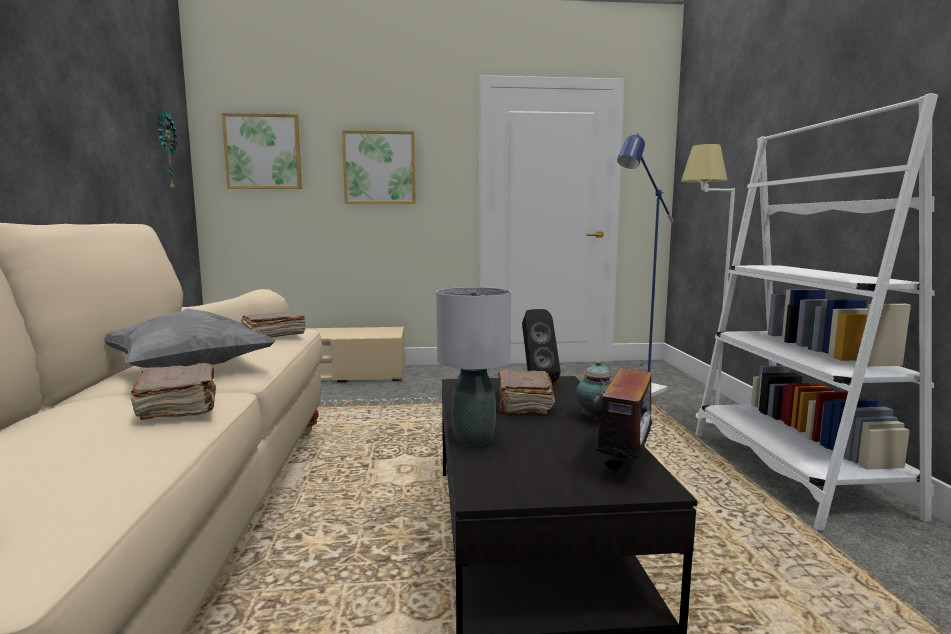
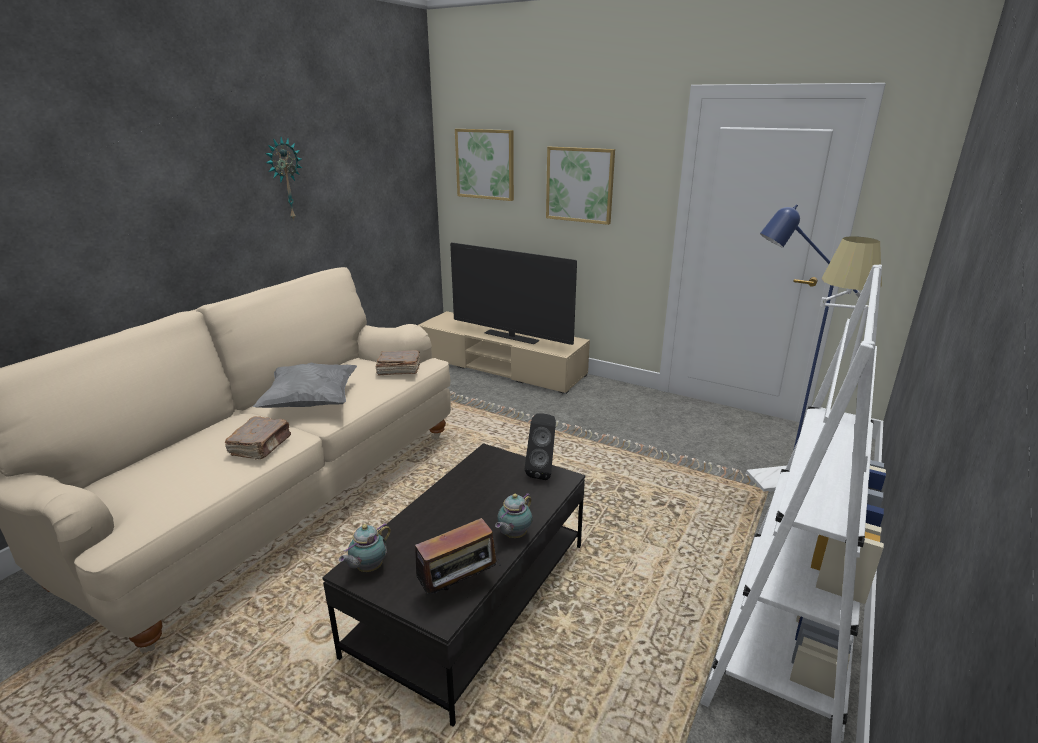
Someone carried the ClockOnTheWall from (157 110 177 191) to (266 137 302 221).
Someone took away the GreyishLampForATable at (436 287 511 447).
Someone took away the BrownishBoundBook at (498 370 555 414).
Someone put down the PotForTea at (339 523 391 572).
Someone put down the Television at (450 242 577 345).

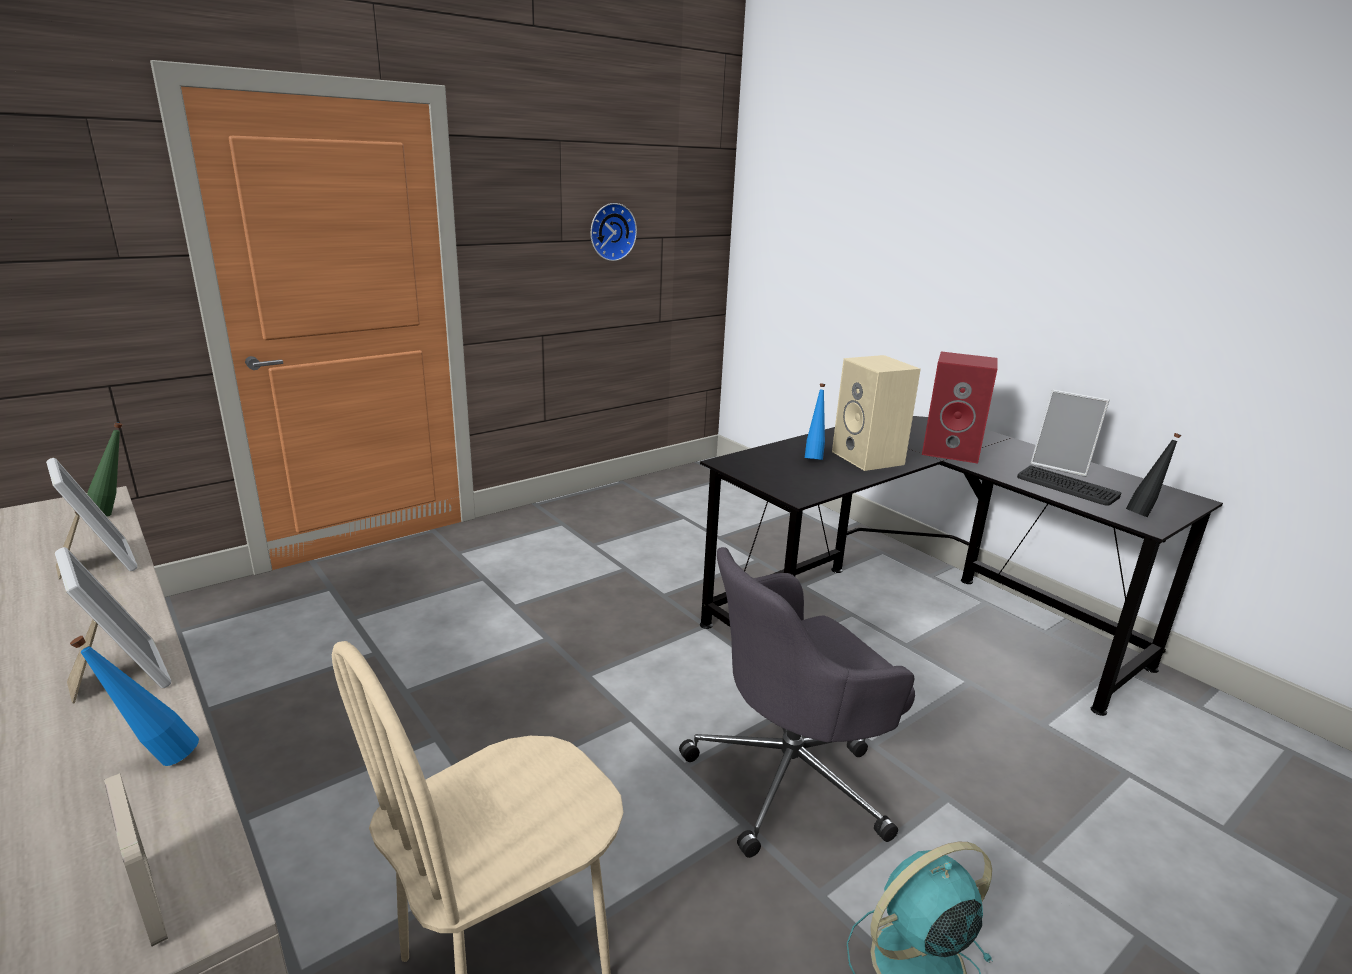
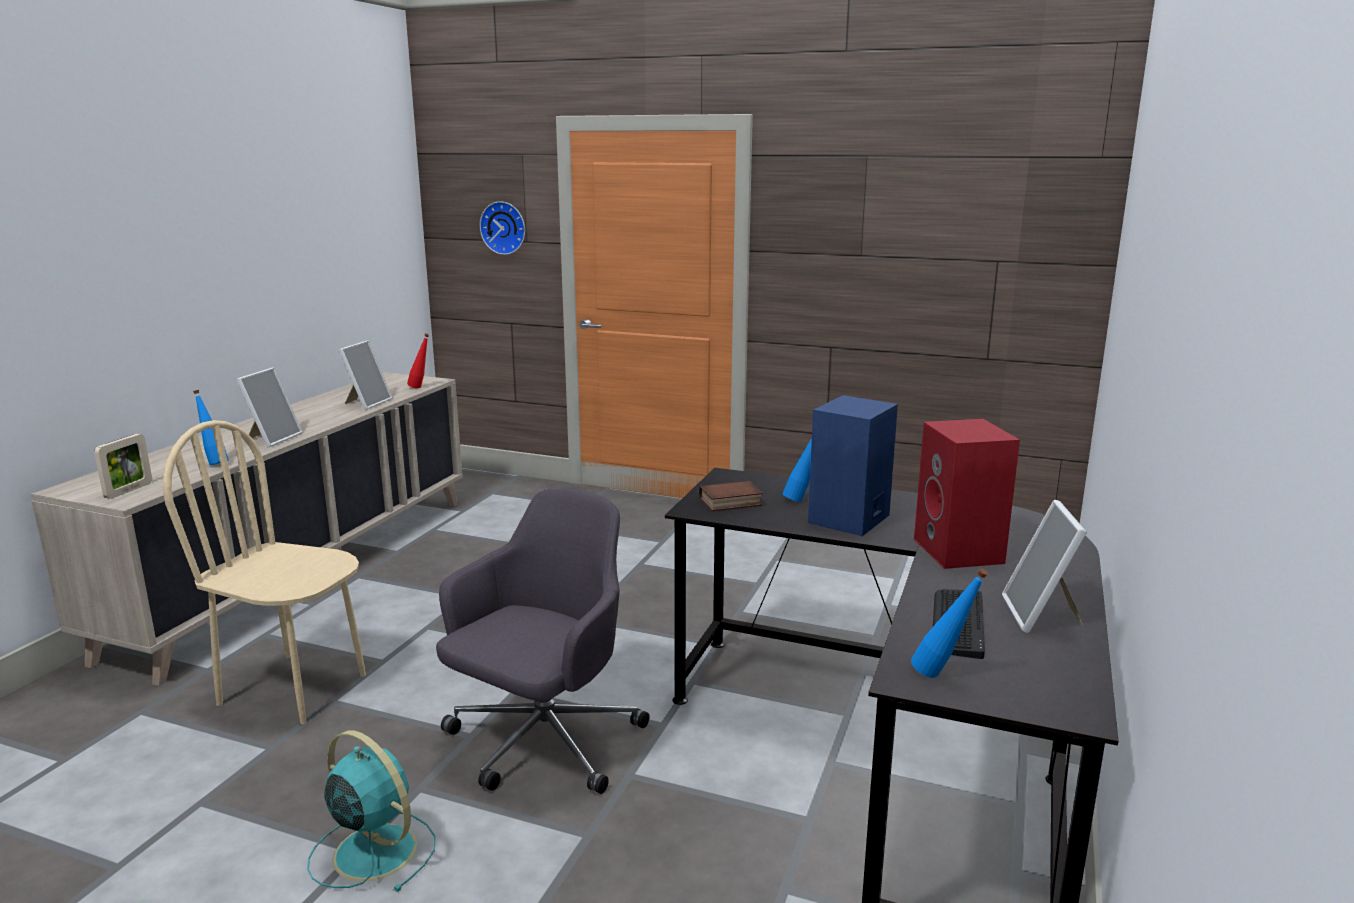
Someone repainted the GreenishBeverageBottle at (87 422 123 516), which became the ReddishBeverageBottle at (407 333 429 388).
Someone carried the ClockOnTheWall from (590 203 637 261) to (480 201 525 255).
Someone rotated the GreyishComputerChair at (679 547 915 858) by 90 degrees clockwise.
Someone repainted the SandColouredAudioSpeaker at (832 355 921 471), which became the BlueColouredAudioSpeaker at (808 395 898 536).
Someone repainted the BlackColouredBeverageBottle at (1126 433 1181 517), which became the BlueColouredBeverageBottle at (911 568 988 678).
Someone put down the BoundBook at (699 480 763 511).

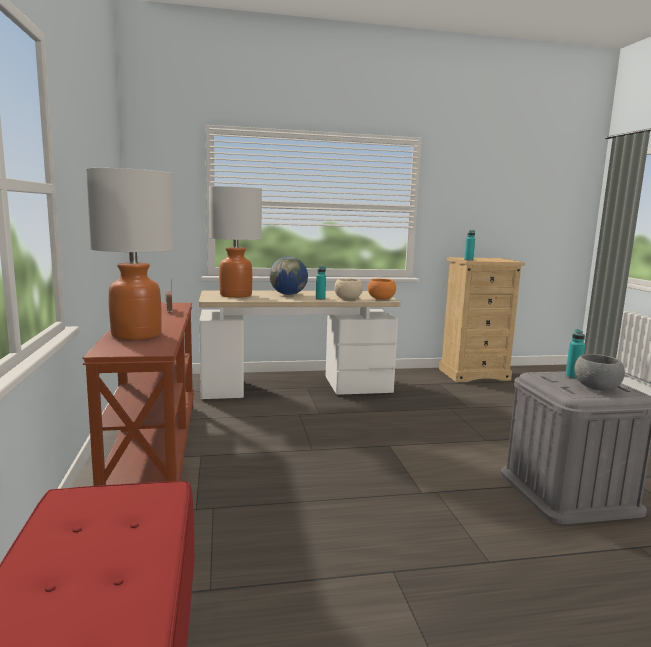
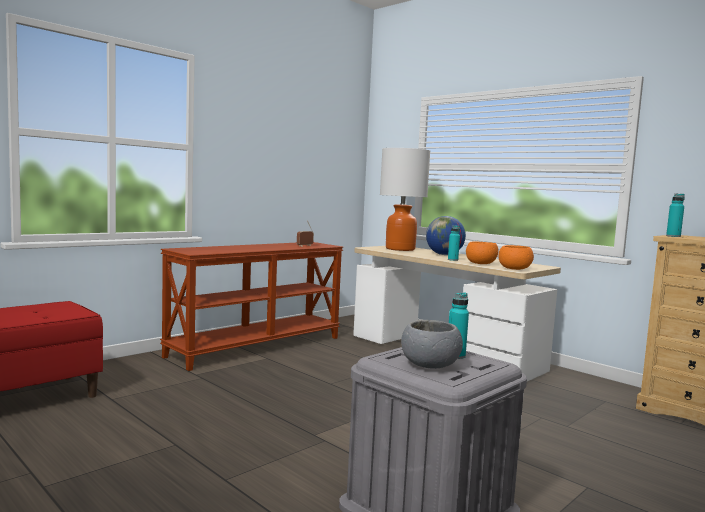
Someone took away the LampForATable at (86 168 174 340).
Someone repainted the SandColouredDeepDish at (334 278 363 299), which became the OrangeyDeepDish at (466 242 498 264).

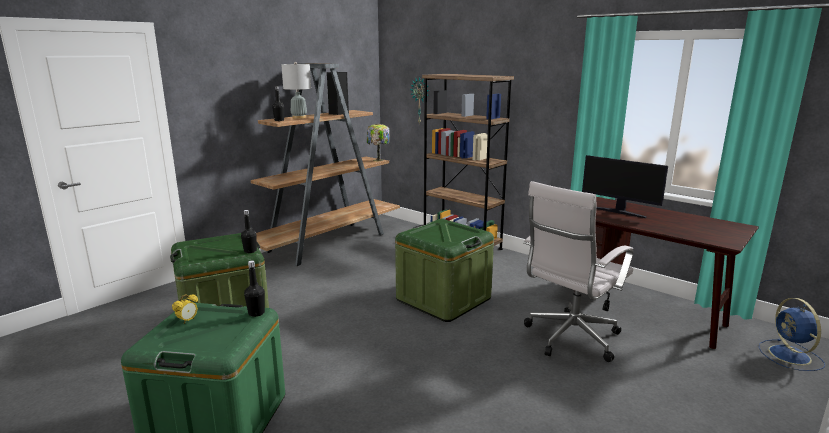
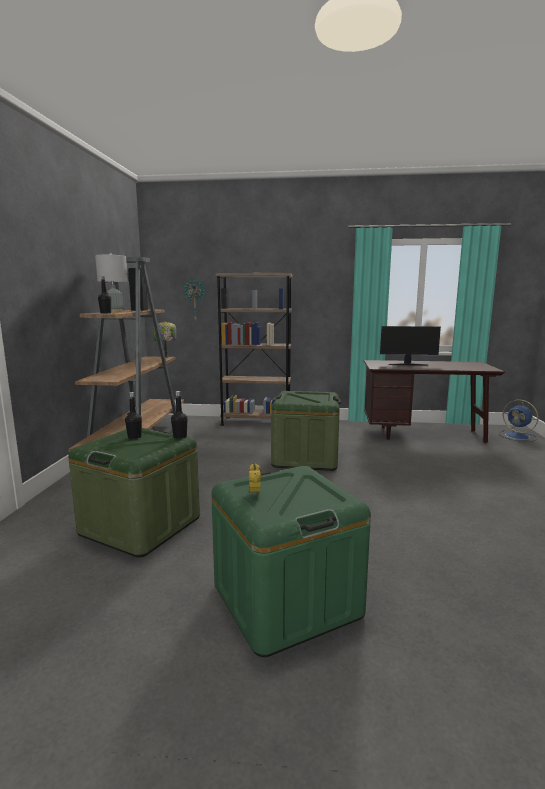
Someone carried the BlackColouredBeverageBottle from (244 260 265 317) to (125 392 142 439).
Someone took away the WhiteComputerChair at (523 181 633 362).

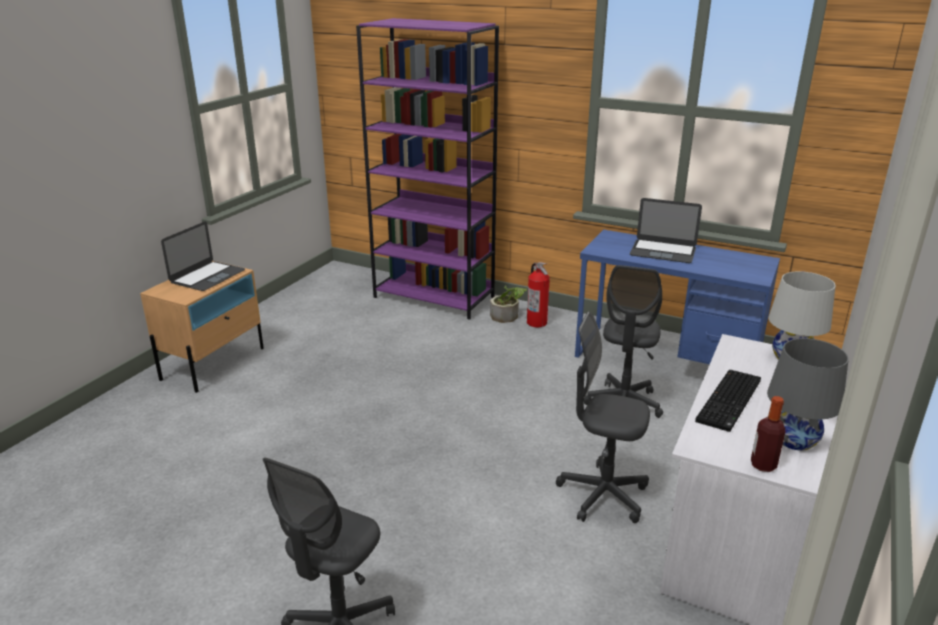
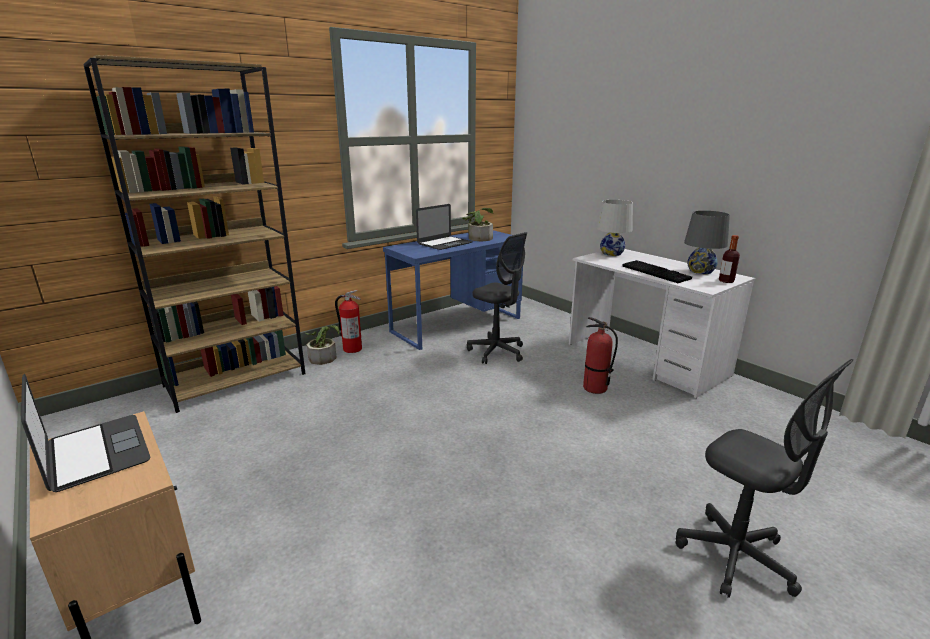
Someone repainted the PurpleBookcase at (356 18 499 320), which became the BrownishBookcase at (83 55 306 413).
Someone swapped the GreyishComputerChair at (556 311 650 523) for the Extinguisher at (583 317 618 394).
Someone put down the PottedPlant at (462 208 494 241).

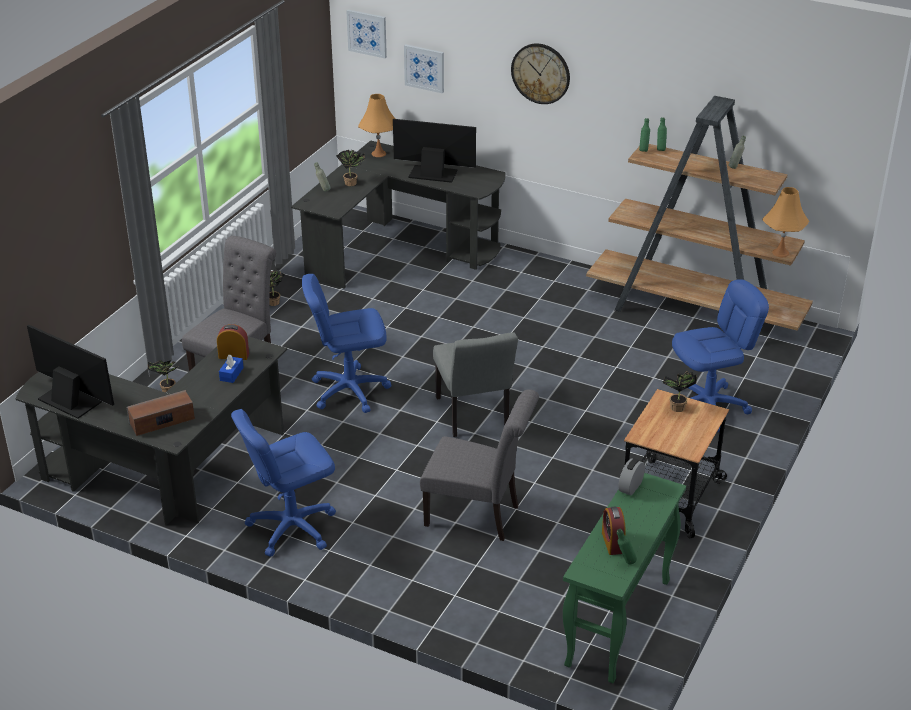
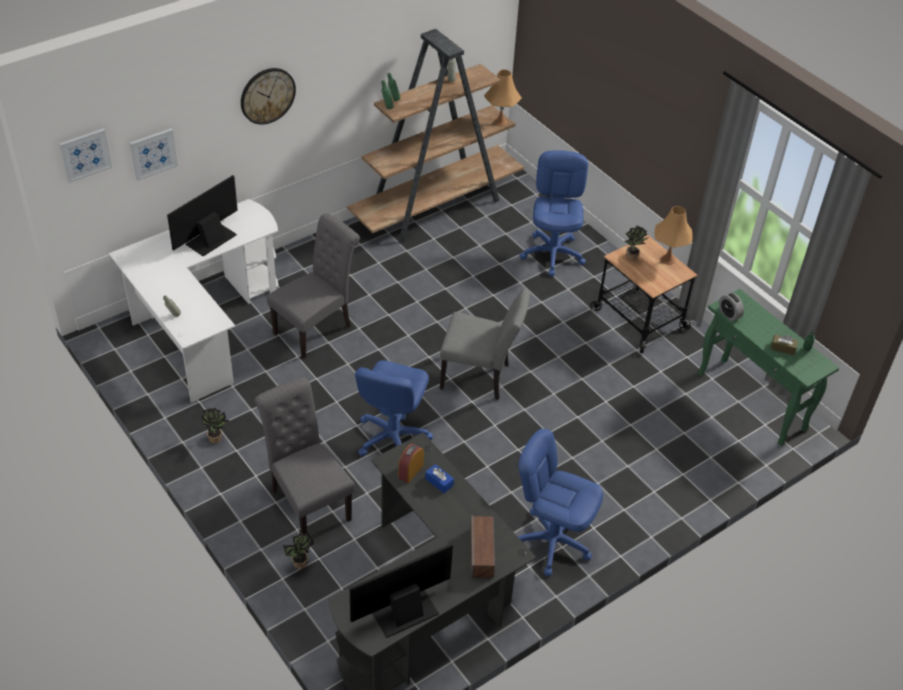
Someone rotated the BlueColouredComputerChair at (231 409 336 557) by 120 degrees clockwise.
Someone repainted the BlackColouredDeskTable at (291 140 506 289), which became the WhiteDeskTable at (109 199 279 403).
Someone took away the PottedPlant at (336 150 365 186).
Someone carried the OrangeyLampForATable from (358 94 396 157) to (655 206 693 265).
Someone carried the GreyishUprightChair from (420 389 539 541) to (267 213 360 359).
Someone swapped the BedsideClock at (602 506 626 555) for the BrownishTissueBox at (771 334 798 355).

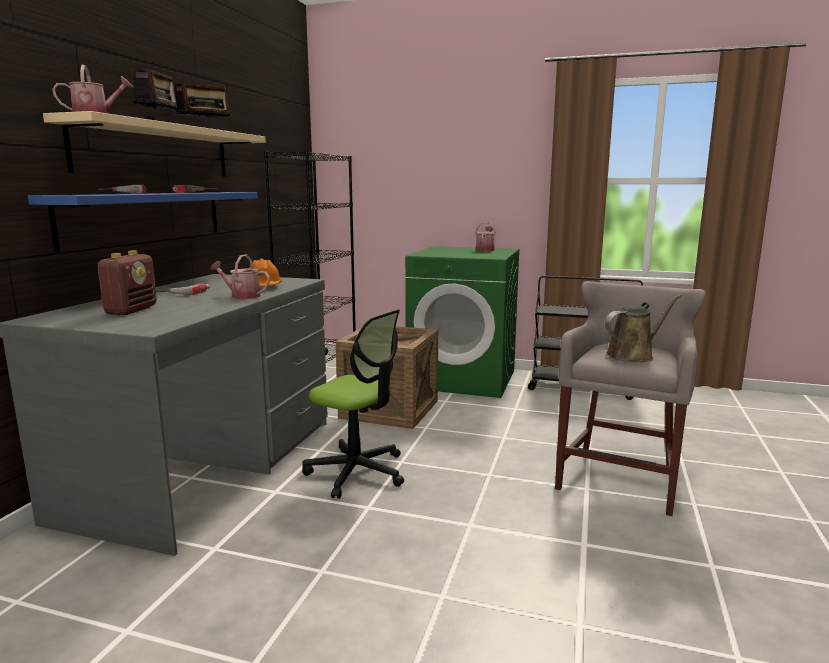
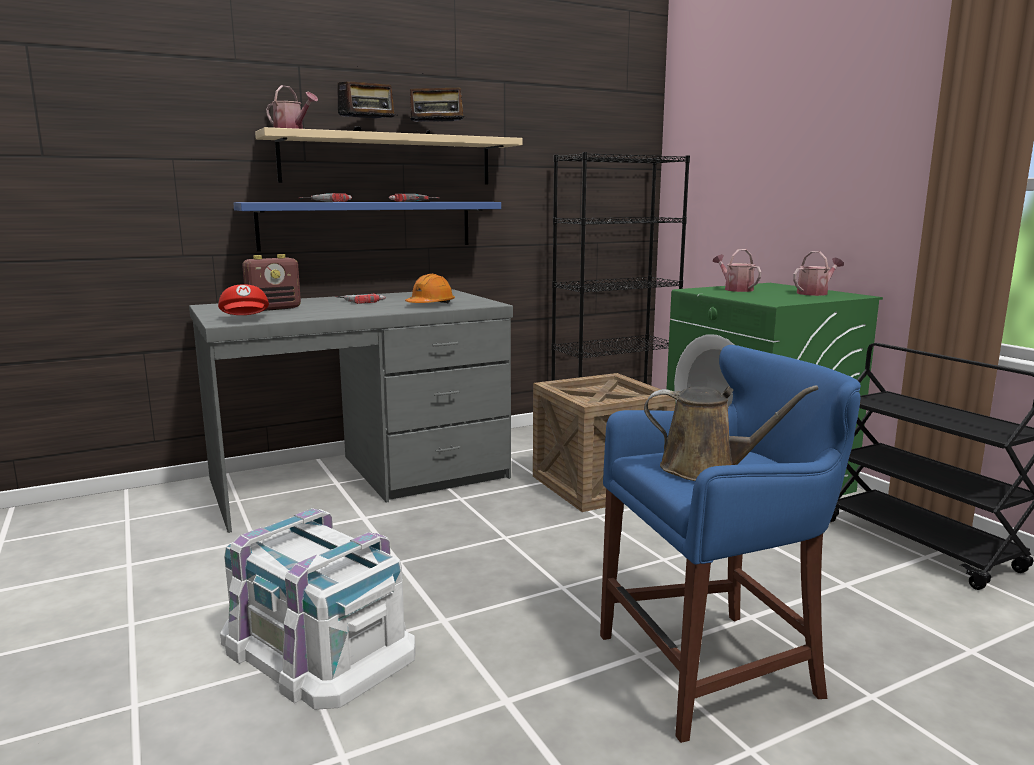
Someone carried the WateringCan from (210 254 270 299) to (713 249 762 292).
Someone took away the ComputerChair at (302 309 404 499).
Someone repainted the GreyishSittingStool at (555 281 706 516), which became the BlueColouredSittingStool at (600 345 861 743).
Someone put down the ReddishCap at (218 284 269 315).
Someone put down the WhiteStorageBin at (220 508 415 709).

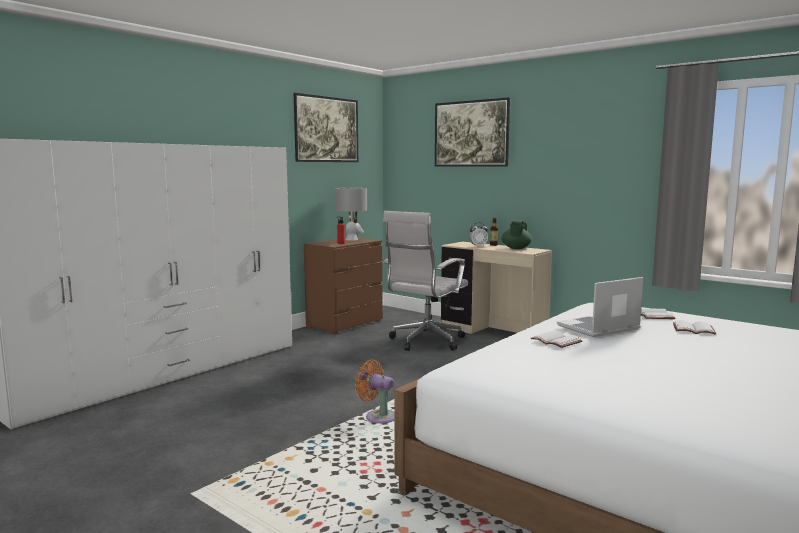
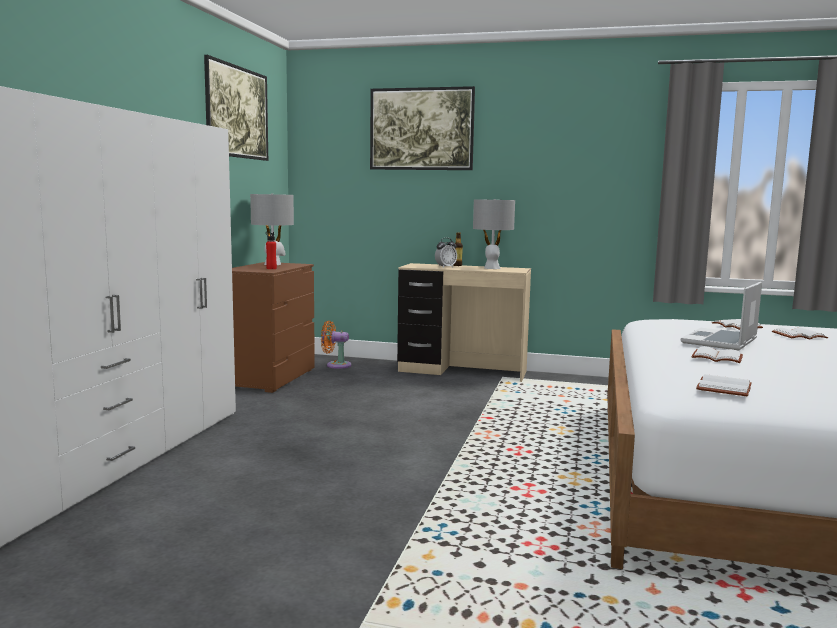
Someone carried the OrangeyElectricFan from (355 359 394 423) to (321 321 351 369).
Someone took away the WhiteComputerChair at (383 211 468 351).
Someone swapped the GreenishPotForTea at (502 220 532 249) for the GreyishLampForATable at (473 199 515 269).
Someone put down the WhiteBoundBook at (696 374 752 396).

